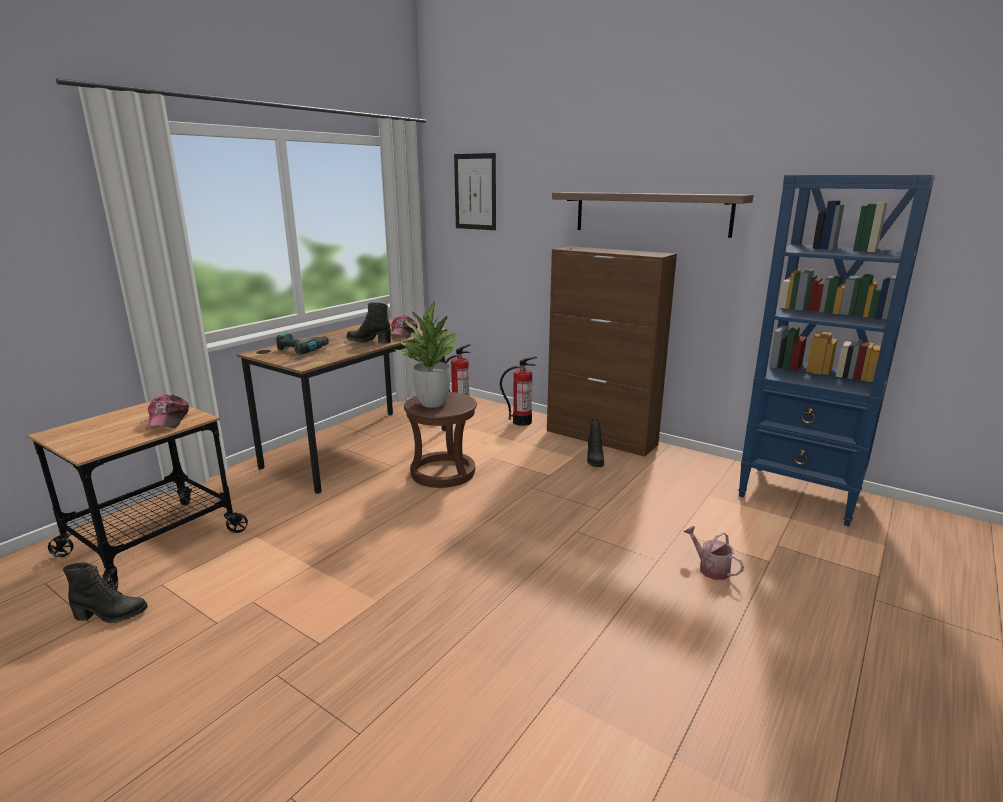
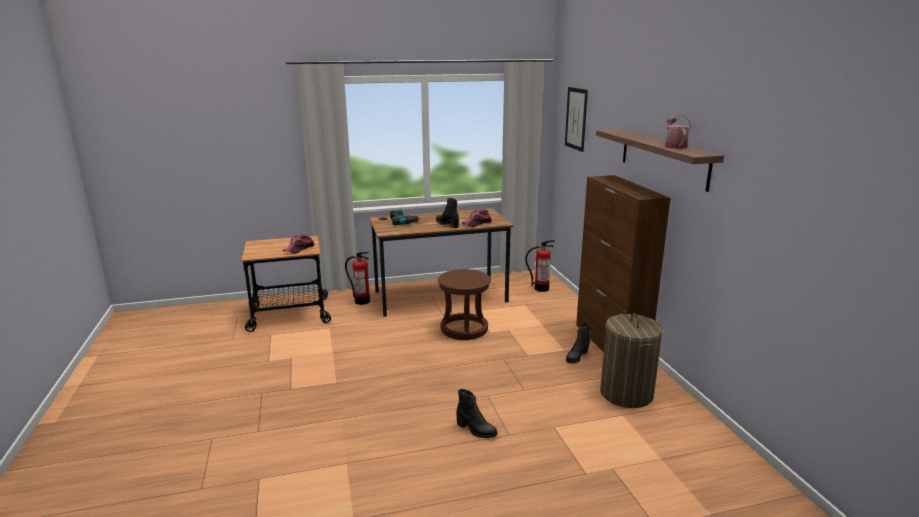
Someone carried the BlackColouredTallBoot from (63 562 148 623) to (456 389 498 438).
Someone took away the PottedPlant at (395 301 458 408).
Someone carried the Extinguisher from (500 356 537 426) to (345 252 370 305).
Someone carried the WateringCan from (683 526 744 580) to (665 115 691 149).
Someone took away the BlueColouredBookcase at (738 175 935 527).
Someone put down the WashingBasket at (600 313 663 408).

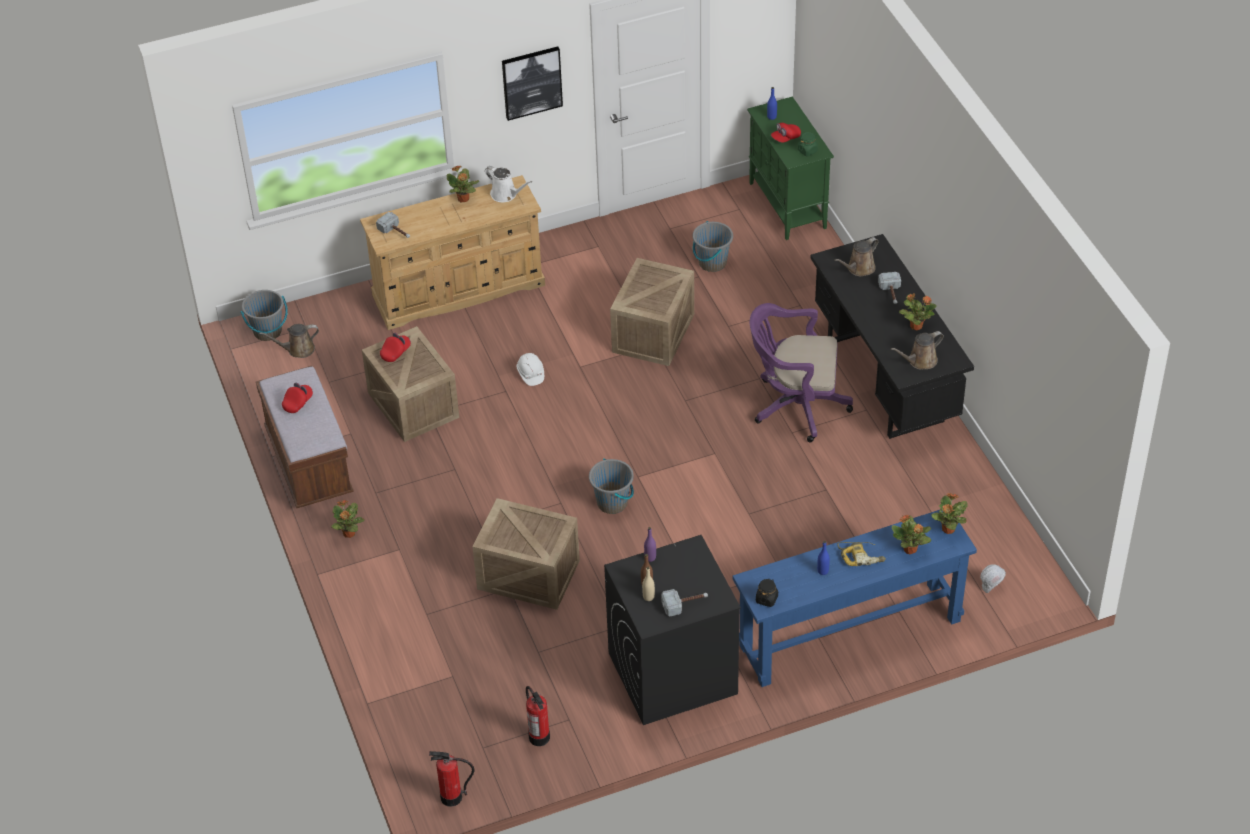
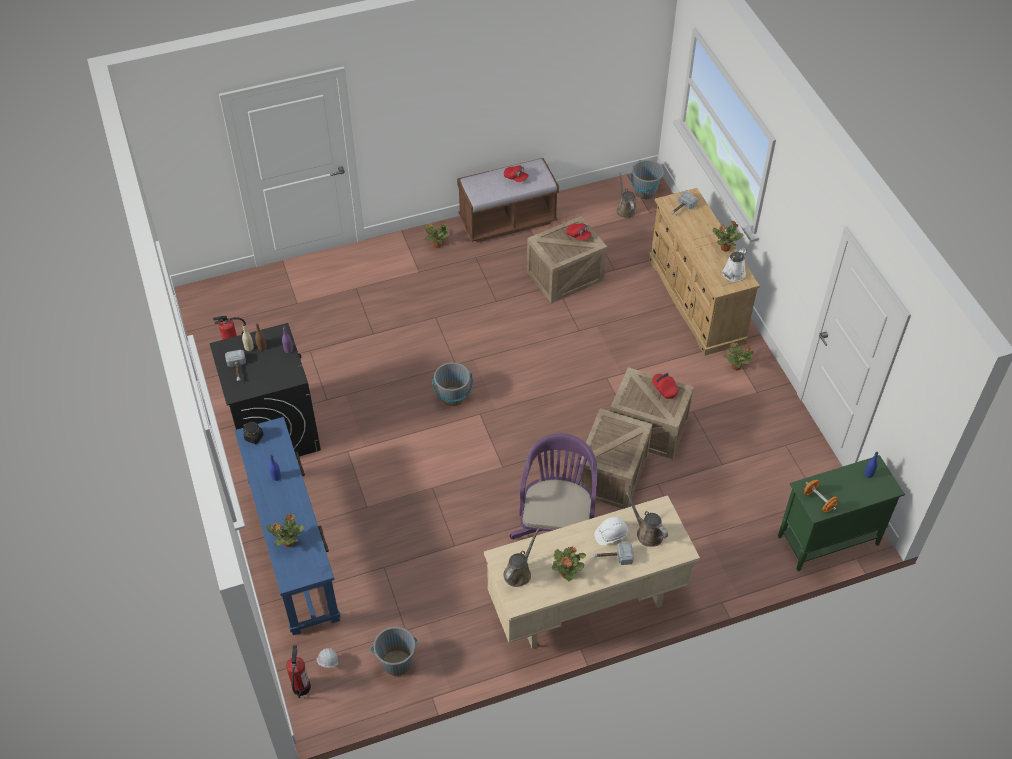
Someone carried the Extinguisher from (429 751 475 807) to (286 645 311 698).
Someone carried the ShippingCrate from (472 498 580 610) to (576 409 652 509).
Someone took away the WallArt at (502 46 563 121).
Someone carried the WhiteWorkHelmet from (516 353 544 386) to (594 517 628 545).
Someone carried the GreyishPail from (693 221 733 272) to (371 627 418 676).
Someone carried the ReddishCap from (771 123 801 143) to (652 373 678 399).
Someone swapped the GreenishJar at (798 132 818 156) for the OrangeyFreeWeight at (804 480 838 512).
Someone repainted the BlackColouredDeskTable at (810 234 974 439), which became the SandColouredDeskTable at (484 495 700 648).
Someone took away the ElectricDrill at (837 542 886 566).
Someone rotated the BrownishWateringCan at (890 331 944 369) by 60 degrees clockwise.
Someone carried the PottedPlant from (931 493 968 534) to (724 342 754 370).

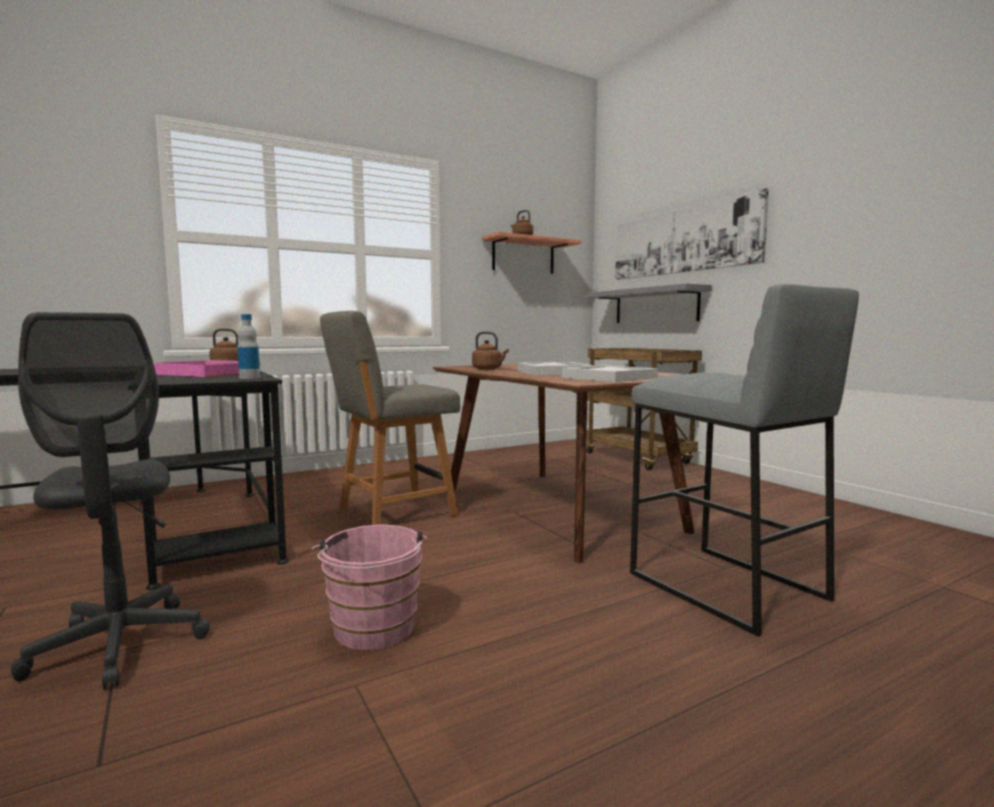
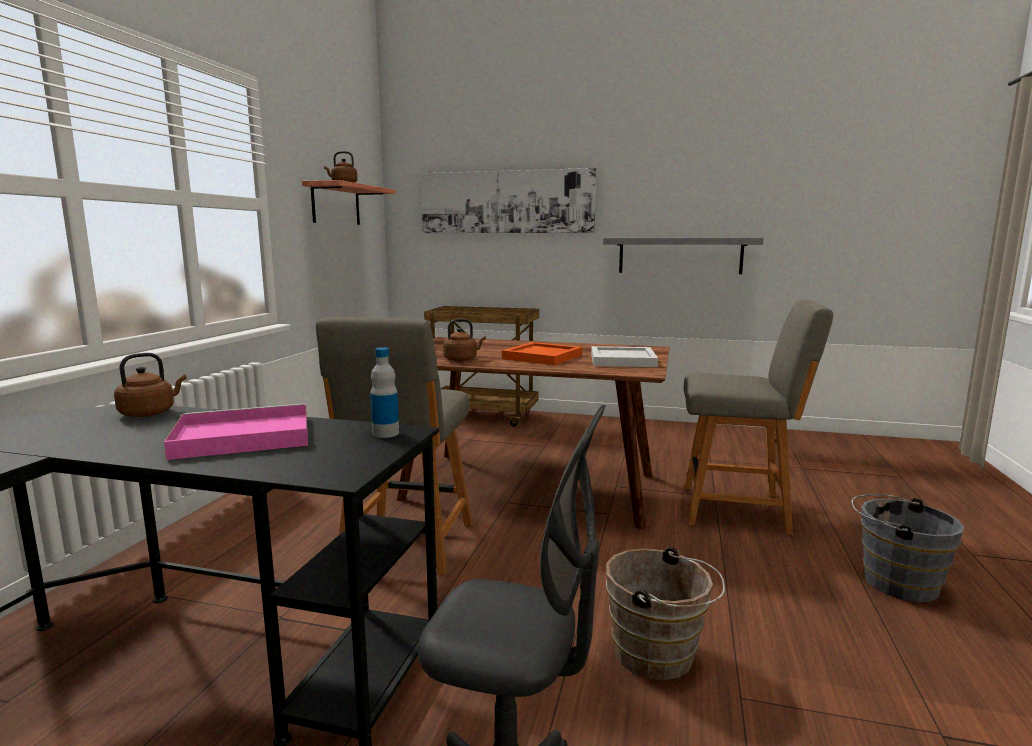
Someone repainted the PinkColouredPail at (312 524 427 650), which became the BrownishPail at (606 547 725 680).
Someone repainted the WhiteServingTray at (518 362 593 375), which became the OrangeyServingTray at (502 342 582 365).
Someone carried the GreyishShelf from (587 283 712 323) to (603 238 764 274).
Someone swapped the GreyishSittingStool at (630 284 859 637) for the GreyishUprightChair at (684 299 833 535).
Someone put down the GreyishPail at (851 494 964 602).

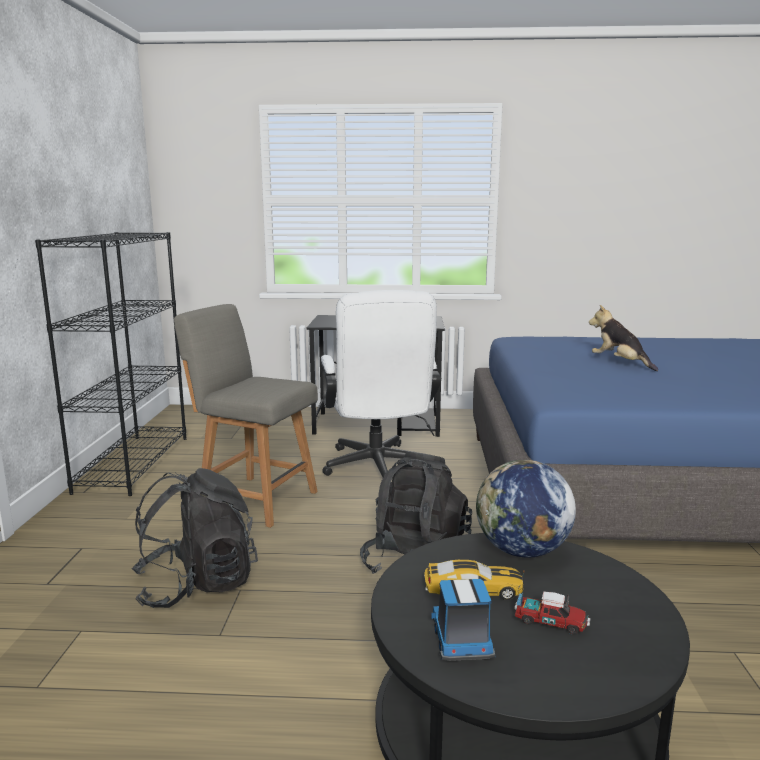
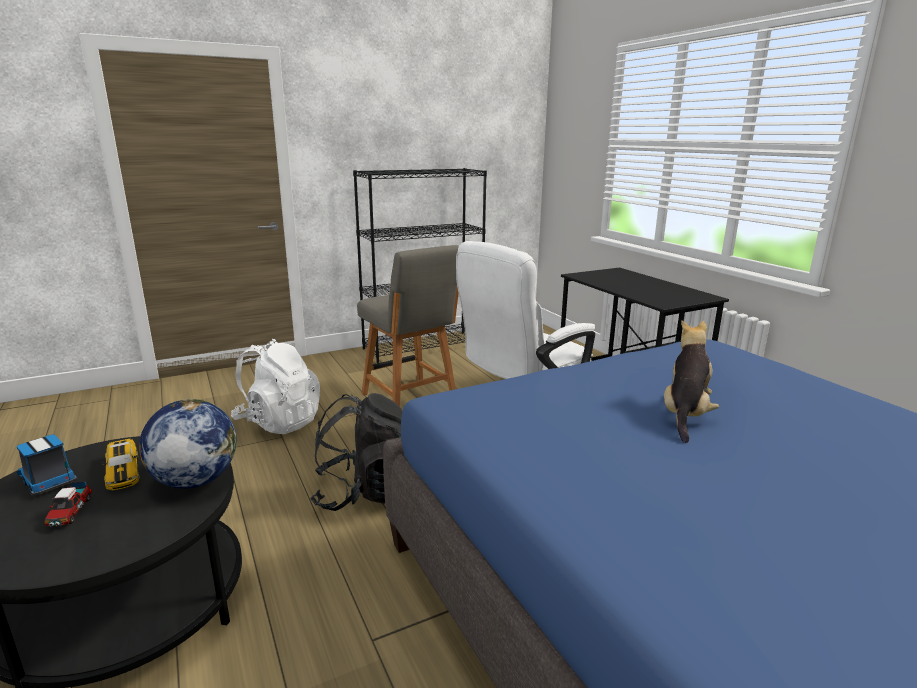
Someone repainted the BlackColouredKnapsack at (131 468 258 608), which became the WhiteKnapsack at (231 339 320 434).
Someone rotated the GreyishUprightChair at (174 304 318 528) by 150 degrees clockwise.
Someone rotated the ModelTruck at (431 579 496 661) by 105 degrees counterclockwise.

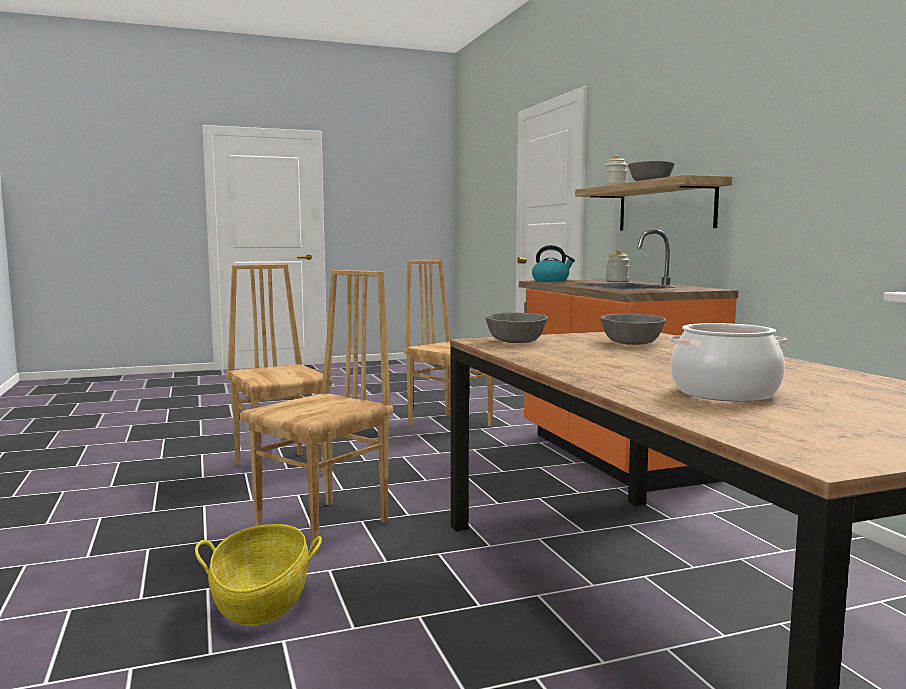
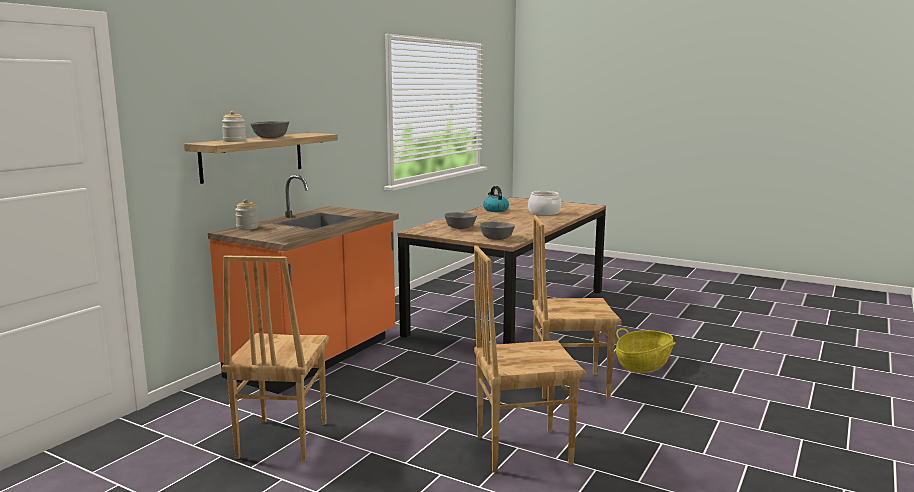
Someone rotated the BrownishUprightChair at (226 264 332 475) by 60 degrees clockwise.
Someone carried the TeaKettle from (532 245 575 282) to (483 186 509 212).

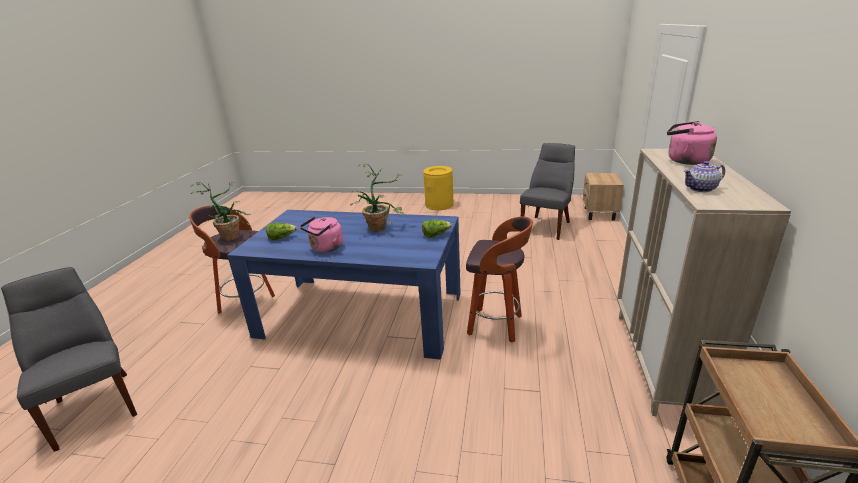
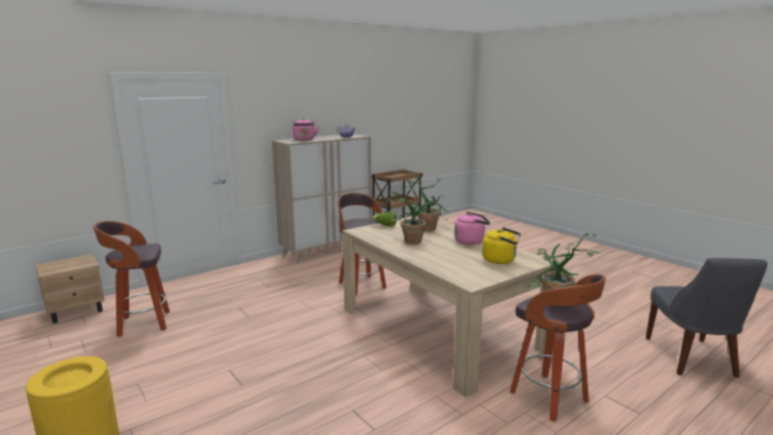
Someone repainted the BlueColouredDiningTable at (227 210 461 360), which became the SandColouredDiningTable at (343 216 559 397).
Someone swapped the LettuceHead at (266 223 297 240) for the YellowishTeaKettle at (482 227 521 264).
Someone swapped the GreyishUprightChair at (520 143 575 240) for the SittingStool at (93 221 170 337).
Someone put down the PottedPlant at (404 172 449 231).

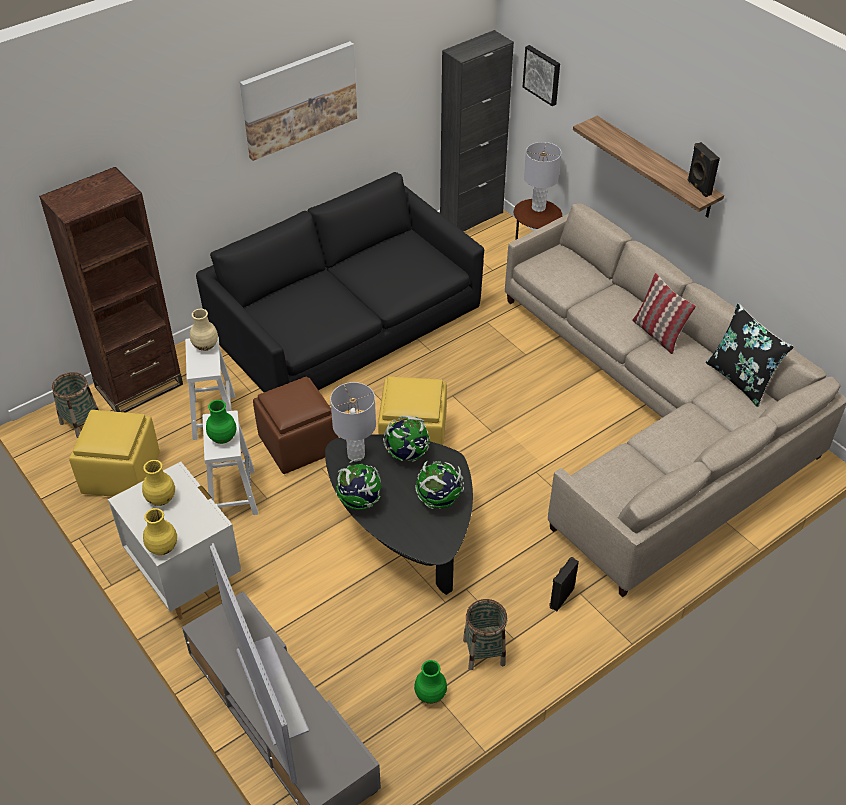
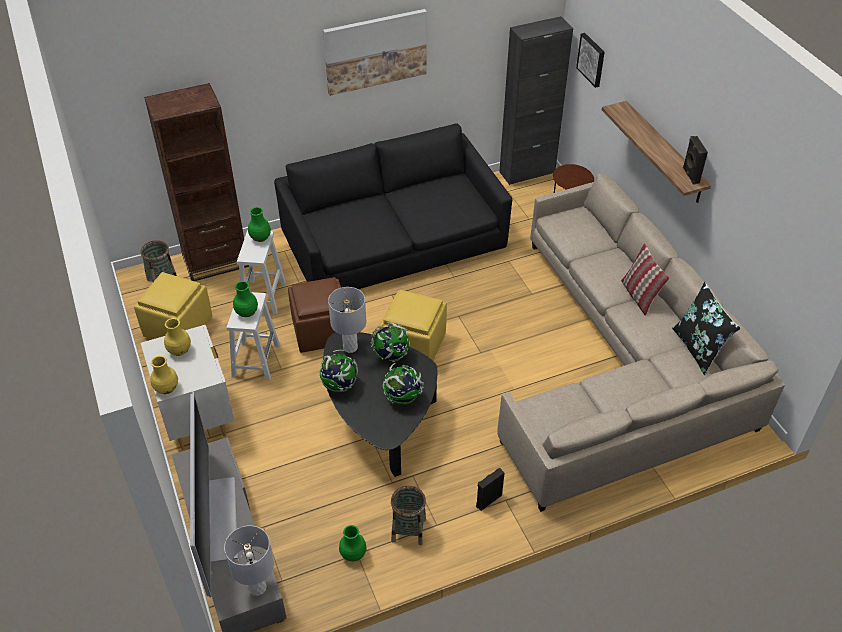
Someone repainted the SandColouredDecorativeVase at (190 309 218 351), which became the GreenishDecorativeVase at (248 207 271 242).
Someone carried the GreyishLampForATable from (524 142 561 212) to (224 525 274 596).

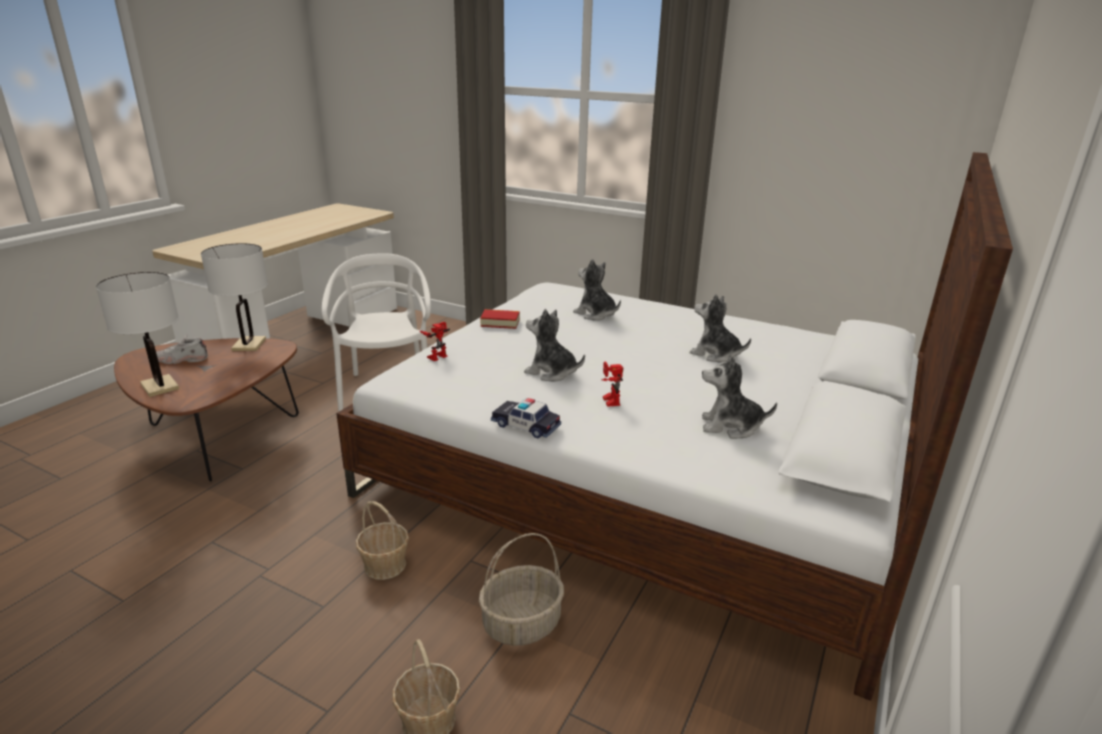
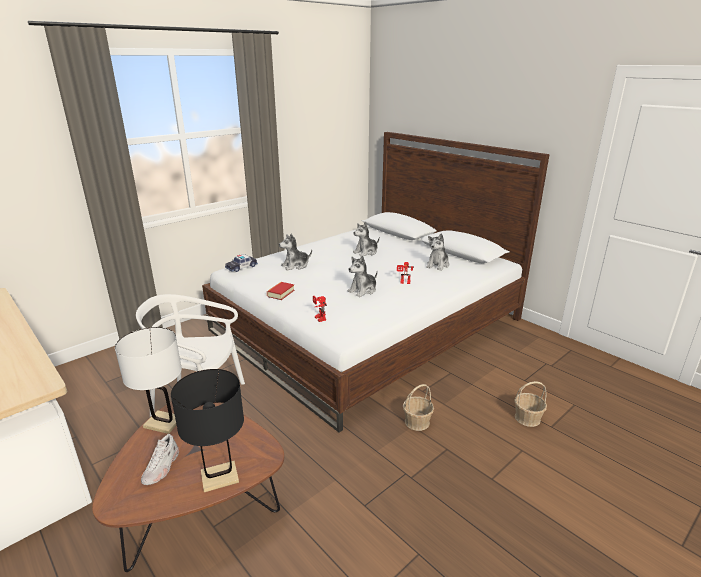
Someone repainted the WhiteLampForATable at (96 272 179 397), which became the BlackColouredLampForATable at (171 369 244 492).
Someone took away the Basket at (479 533 564 646).
Someone carried the ModelCar from (491 398 561 438) to (225 254 258 272).

